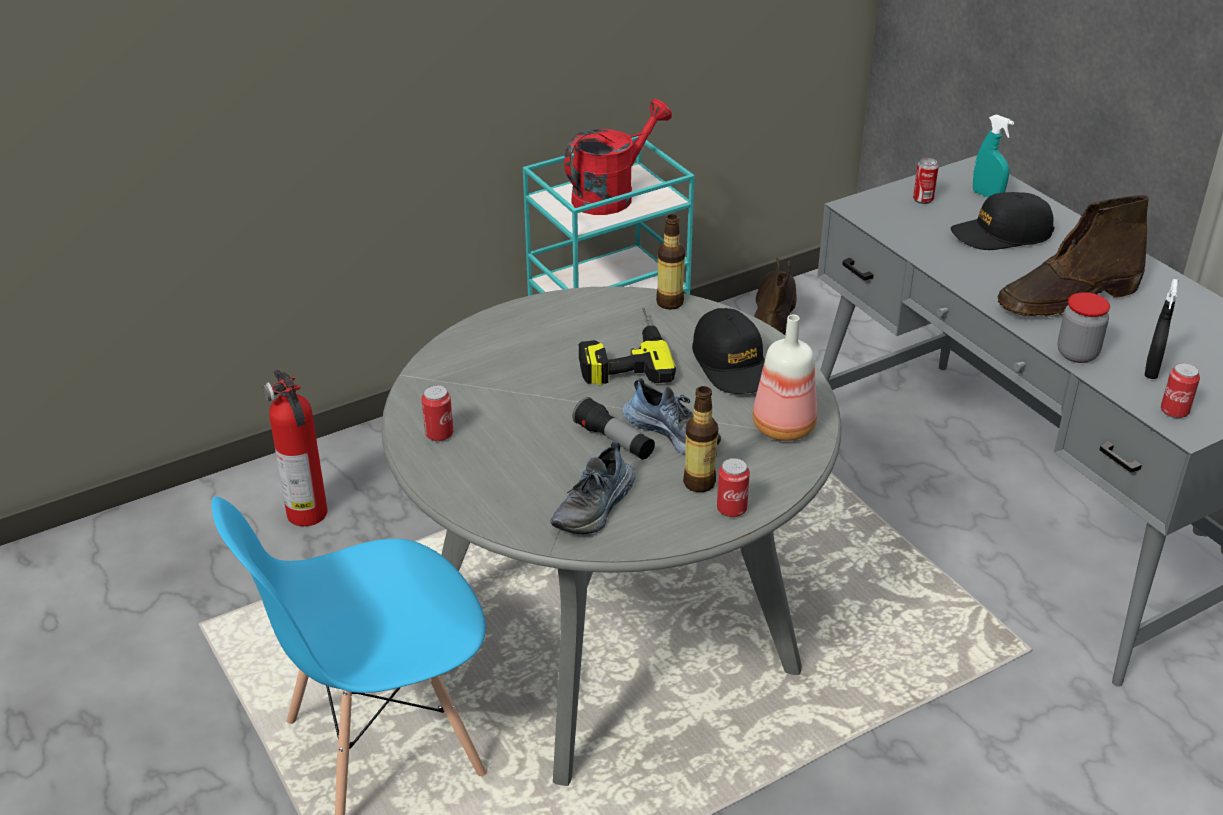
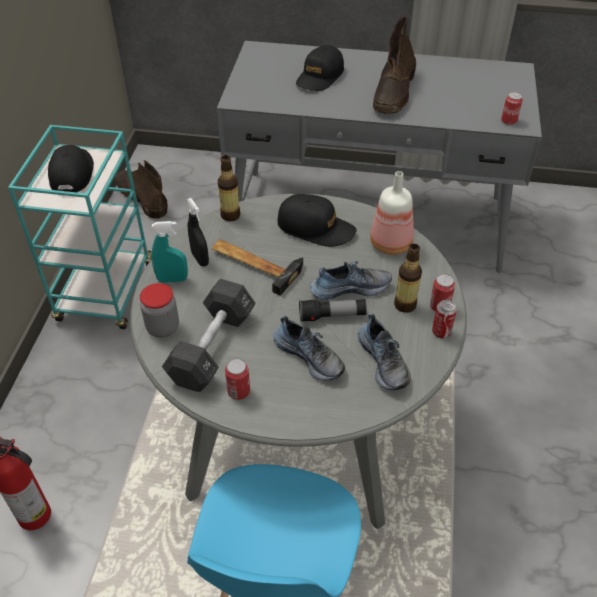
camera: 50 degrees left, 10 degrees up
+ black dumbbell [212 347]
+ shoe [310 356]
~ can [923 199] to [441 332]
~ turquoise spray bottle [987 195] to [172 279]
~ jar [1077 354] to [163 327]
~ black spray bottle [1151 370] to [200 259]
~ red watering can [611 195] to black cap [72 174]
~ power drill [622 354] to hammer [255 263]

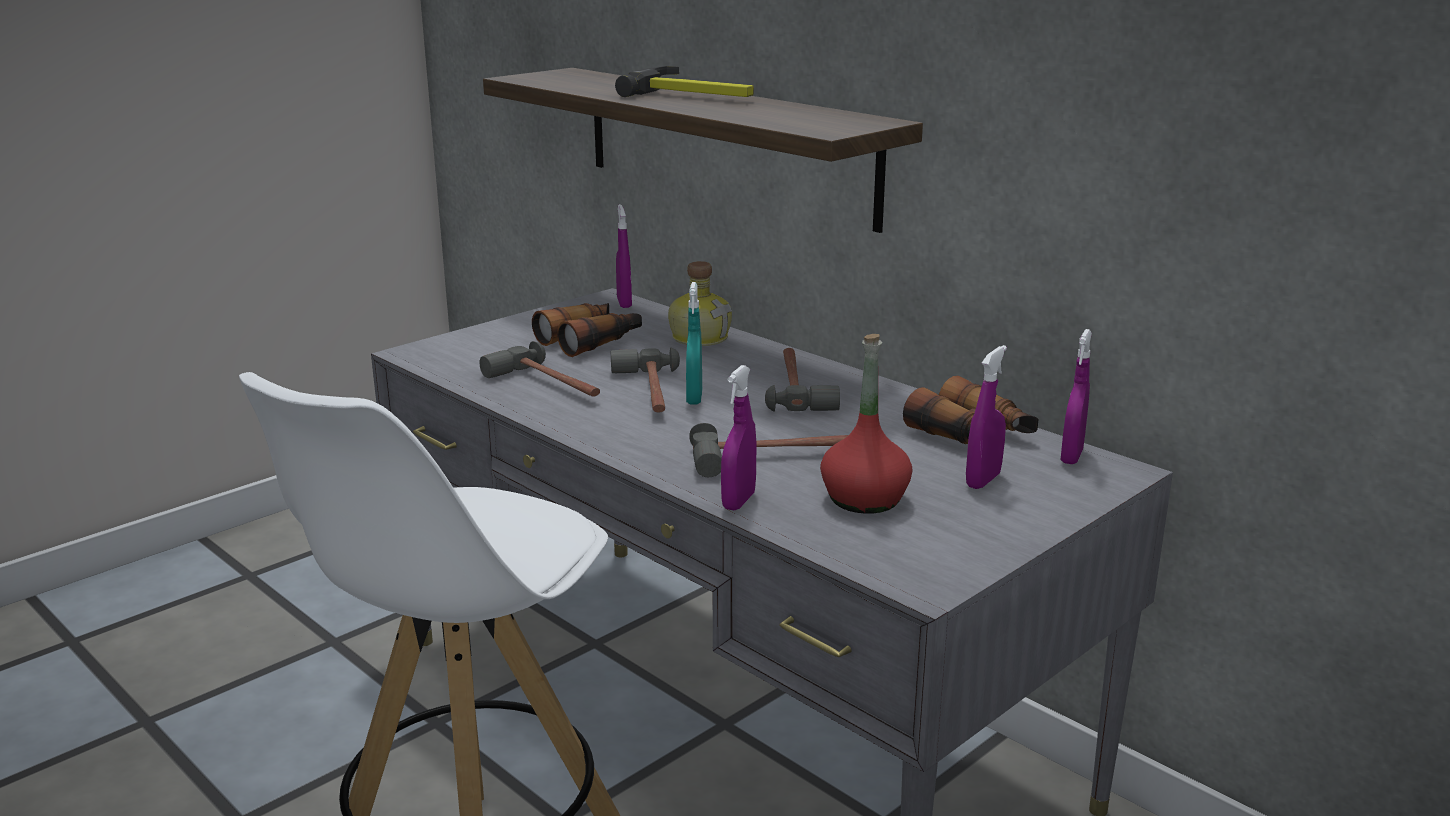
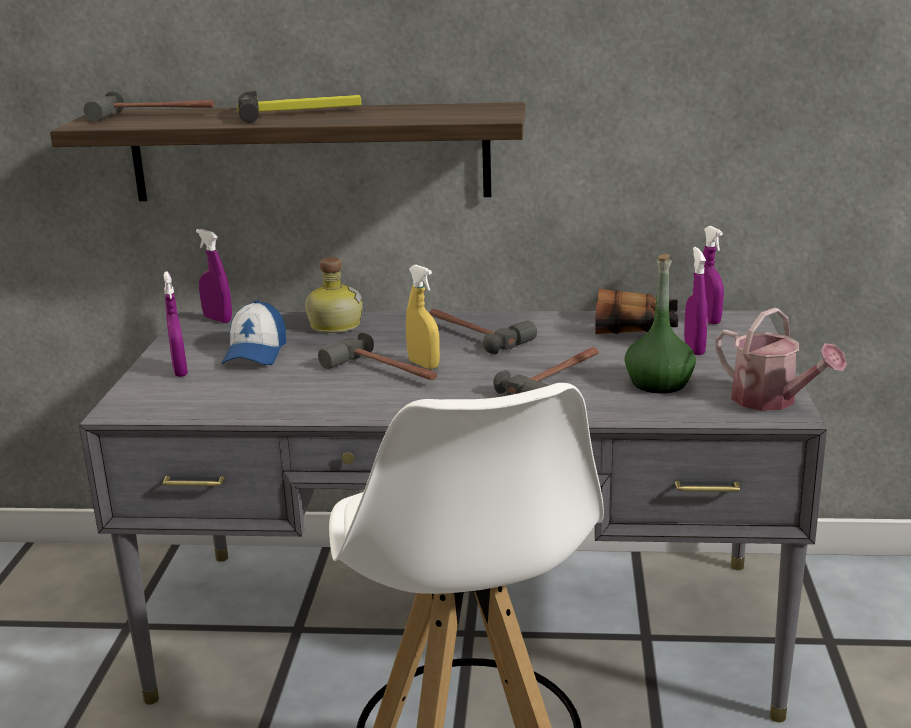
camera: 40 degrees left, 0 degrees up
+ watering can [771 400]
~ hammer [548 385] to [154 116]
~ purple spray bottle [738 501] to [180 371]
~ binoculars [591 340] to cap [255 353]
~ turquoise spray bottle [694 398] to yellow spray bottle [423 364]
~ red bottle [864 499] to green bottle [659 383]

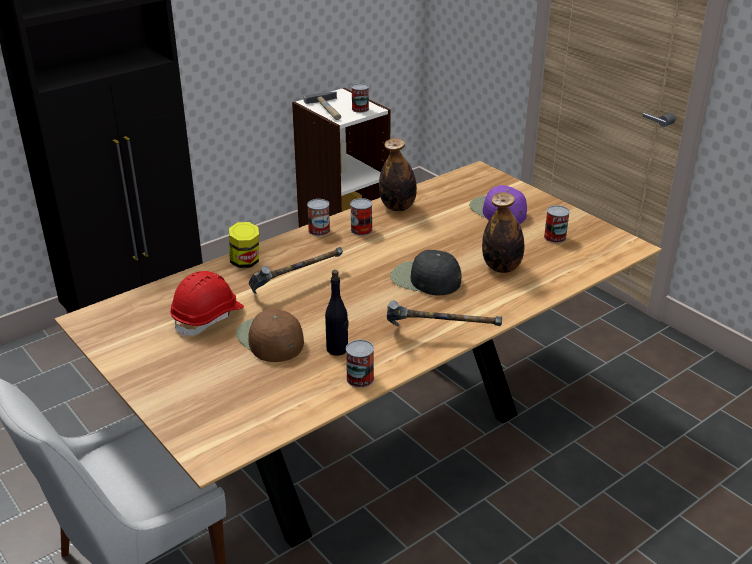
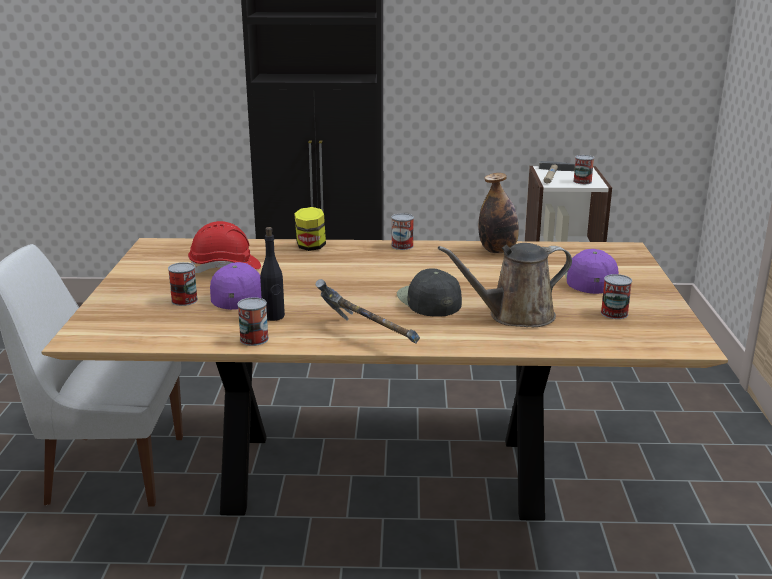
camera: 40 degrees right, 10 degrees down
- hammer [296 286]
~ can [361 230] to [184 300]
~ bottle [501 267] to brown watering can [515 316]
~ brown cap [269 339] to purple cap [240 293]

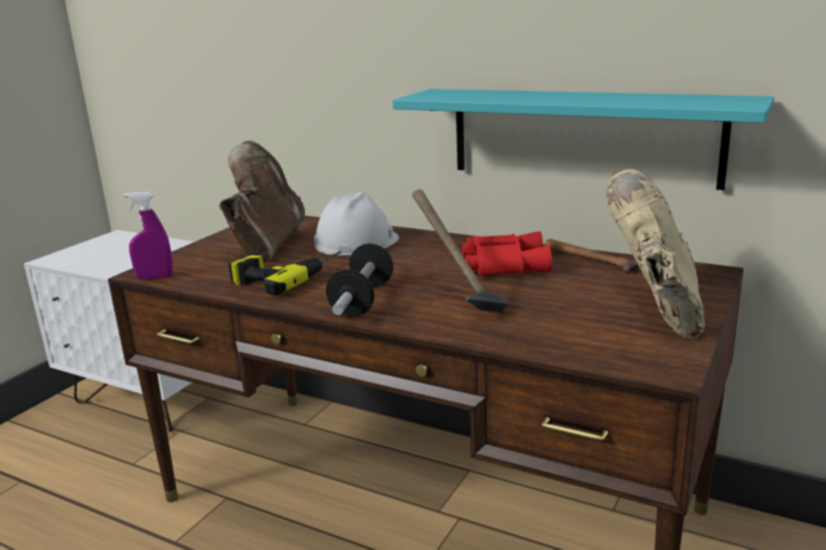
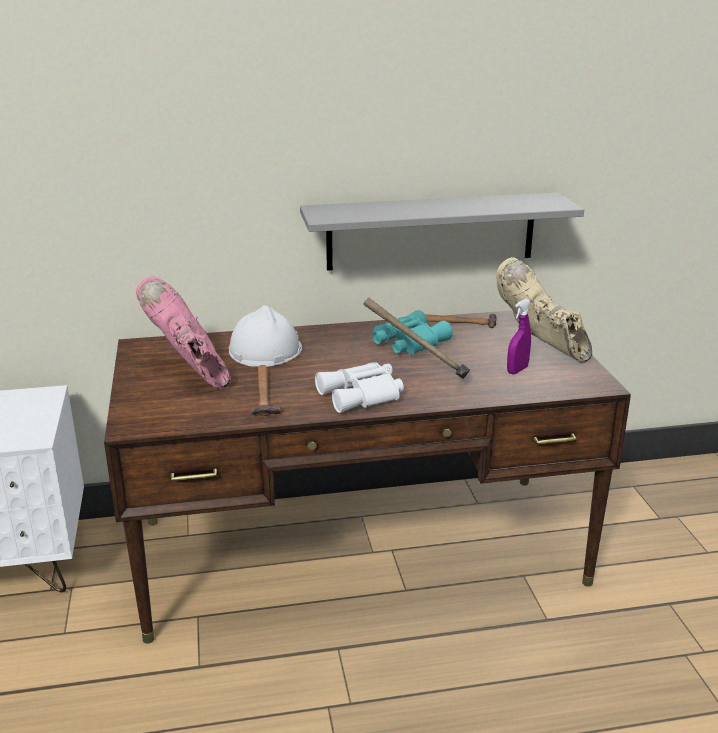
camera: 40 degrees left, 5 degrees up
~ purple spray bottle [155 277] to [517 370]
~ power drill [286 274] to hammer [264 393]
~ dumbbell [362 300] to white binoculars [362 395]
~ brown boot [266 245] to pink boot [191 372]
~ turquoise shelf [582 136] to grey shelf [431 231]
~ red binoculars [503 265] to turquoise binoculars [408 342]

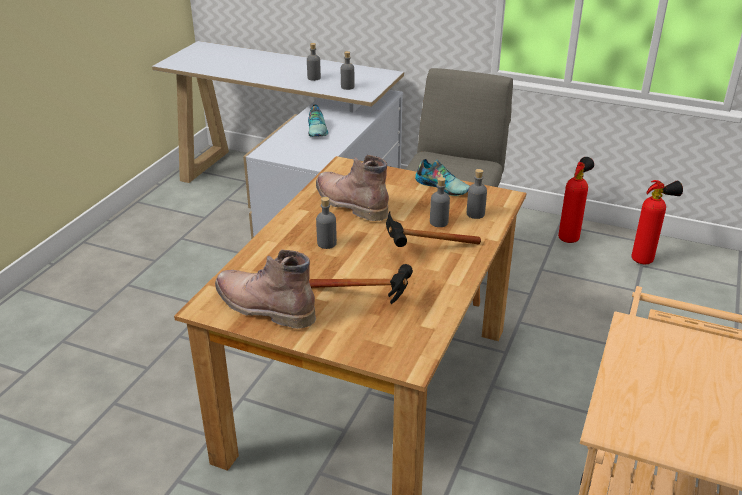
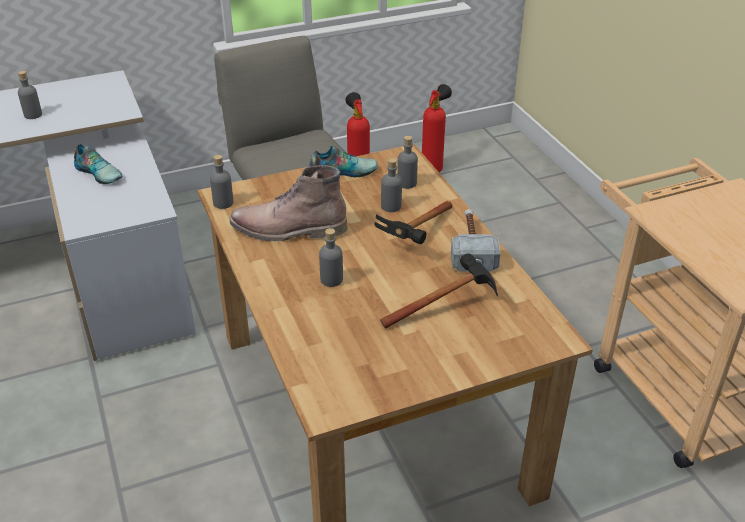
camera: 45 degrees left, 5 degrees up
- brown boot [262 306]
+ hammer [471 247]
~ grey bottle [347 87] to [223 203]

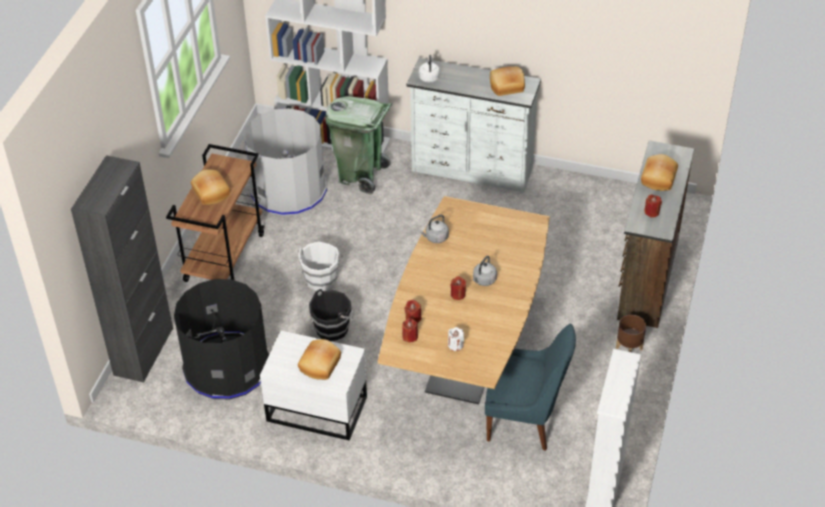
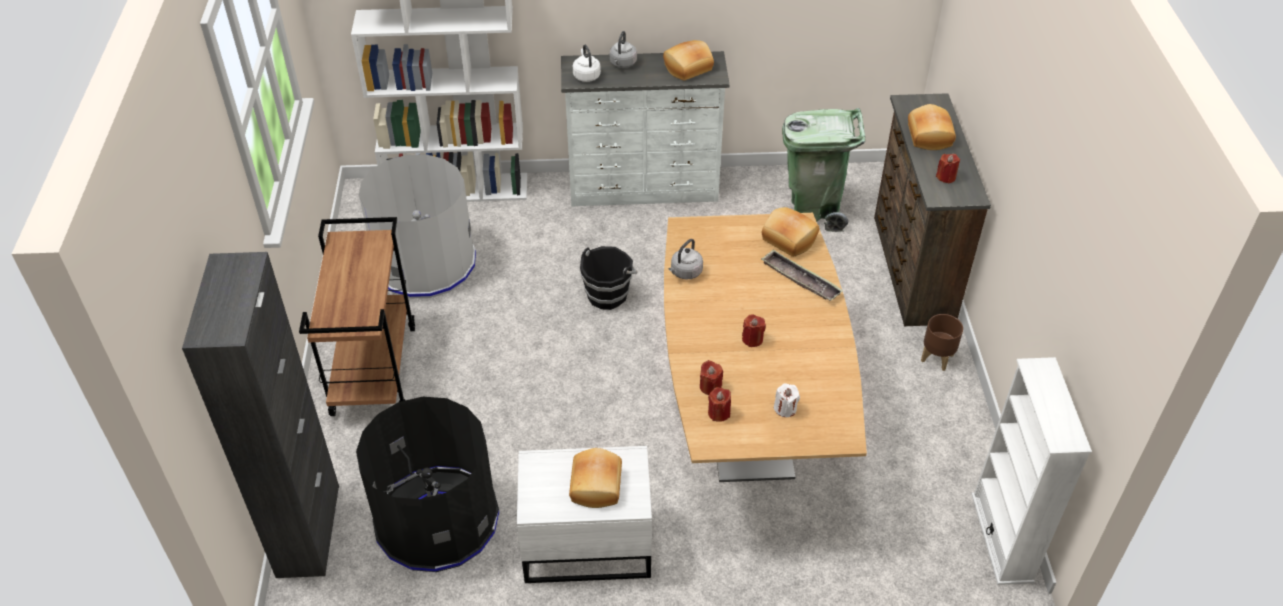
camera: 20 degrees left, 0 degrees up
- white bucket [321 279]
- blue chair [525 420]
+ tray [800 279]
~ bread [210 193] to [788 240]
~ black bucket [332 328] to [608 294]
~ green trash can [361 175] to [814 212]
~ grey kettle [483 280] to [622 64]

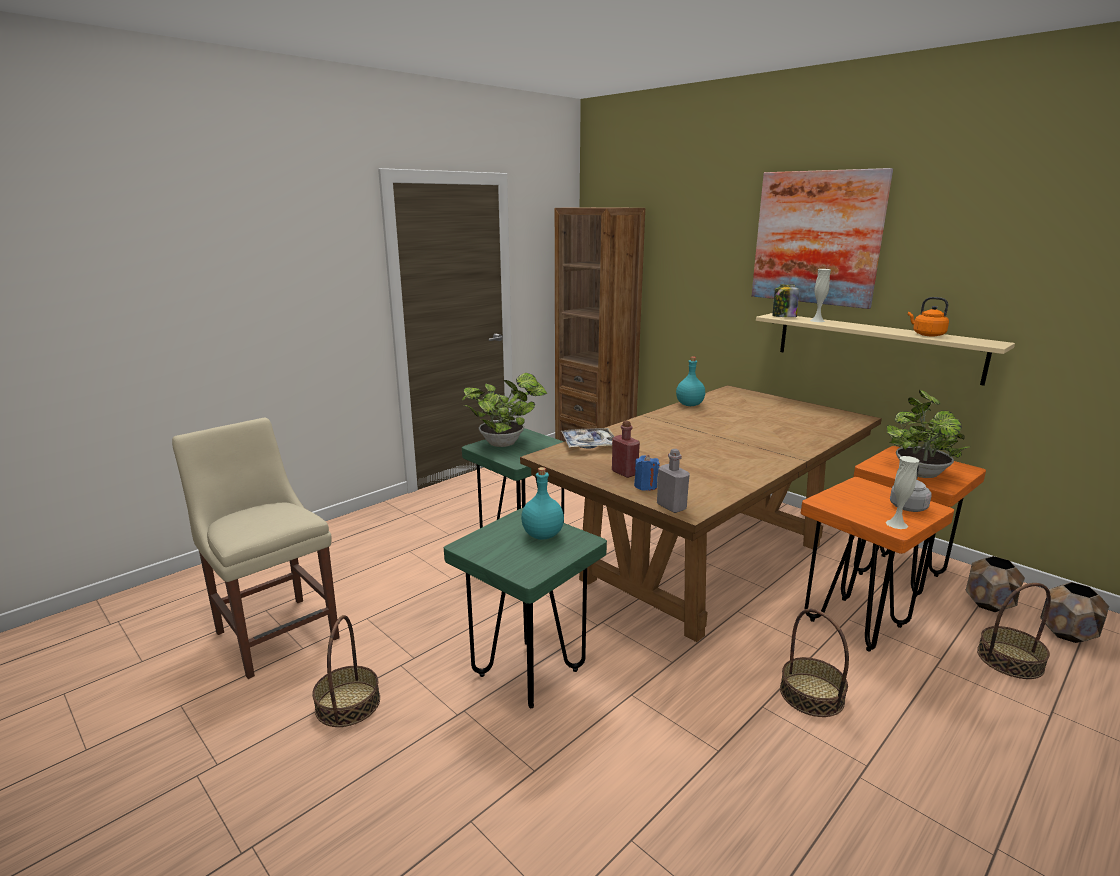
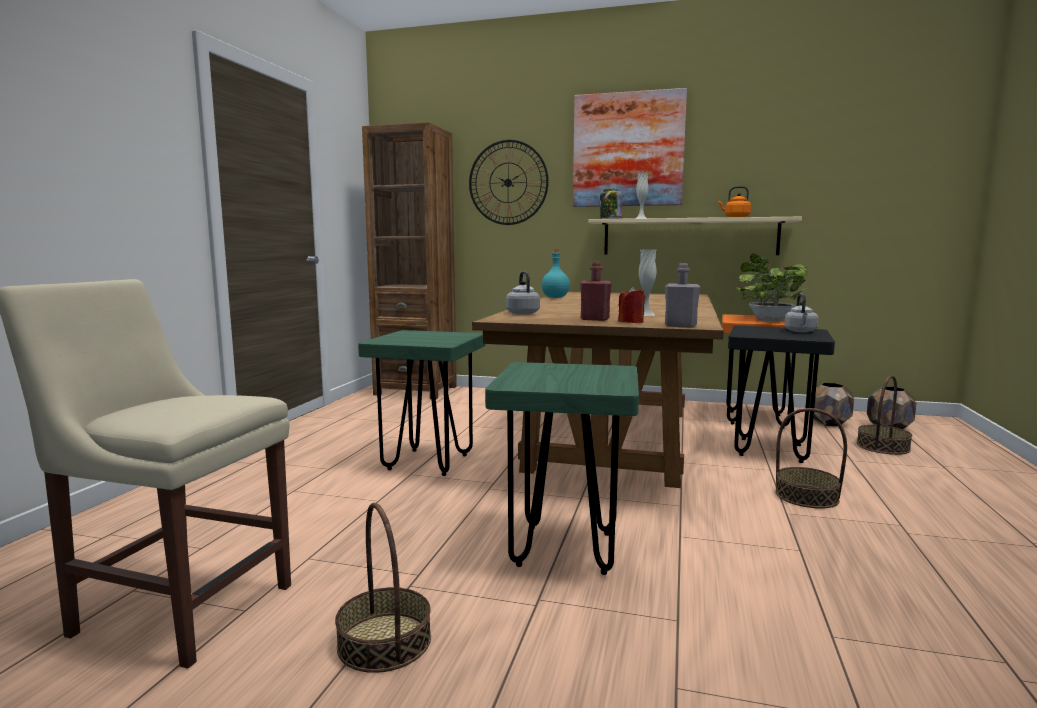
camera: 30 degrees left, 10 degrees down
- potted plant [505 443]
- turquoise bottle [542 535]
+ wall clock [508 182]
~ white vase [896 524] to [645 314]
~ tray [589 444] to grey kettle [522 313]
~ blue candle [645 486] to red candle [631 322]
~ orange stool [855 623] to black stool [771 450]

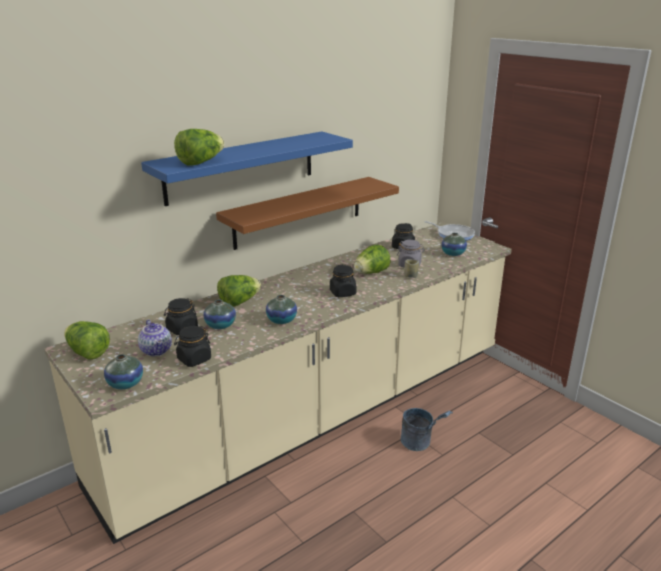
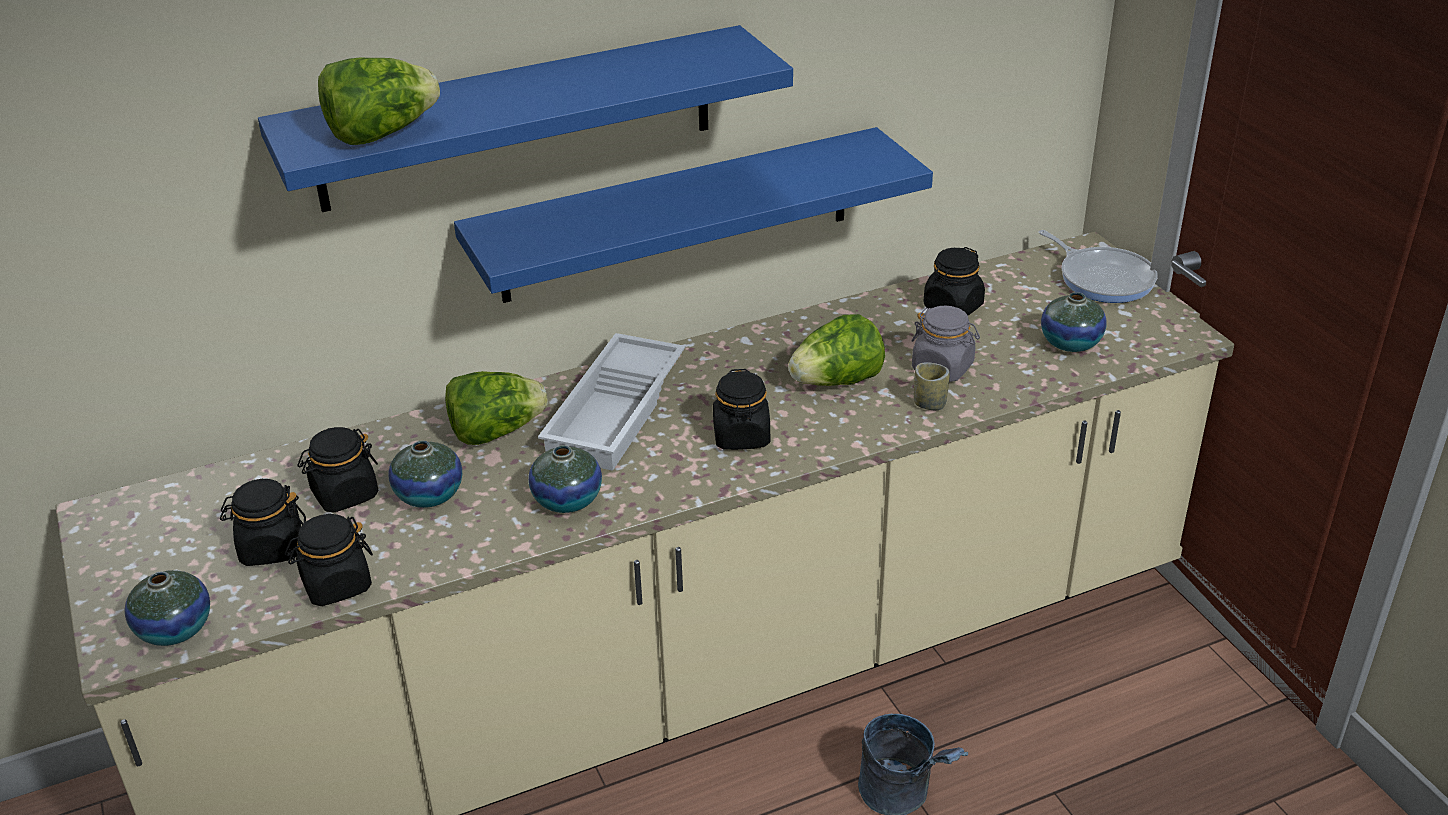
camera: 15 degrees right, 10 degrees up
- lettuce [88 353]
+ white tray [618 412]
~ teapot [157 351] to black jar [271 548]
~ brown shelf [299 212] to blue shelf [677 215]

